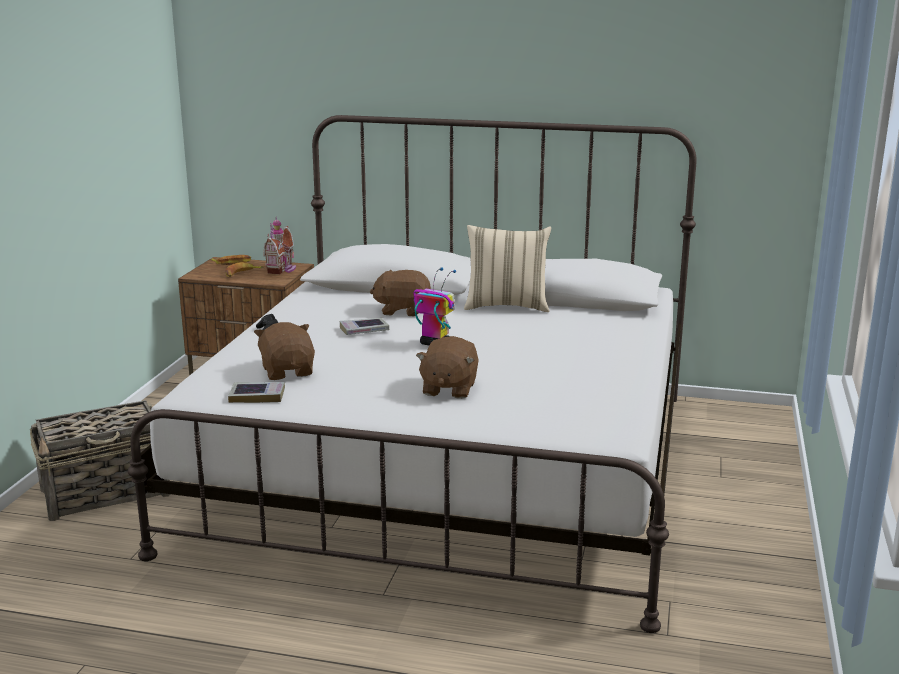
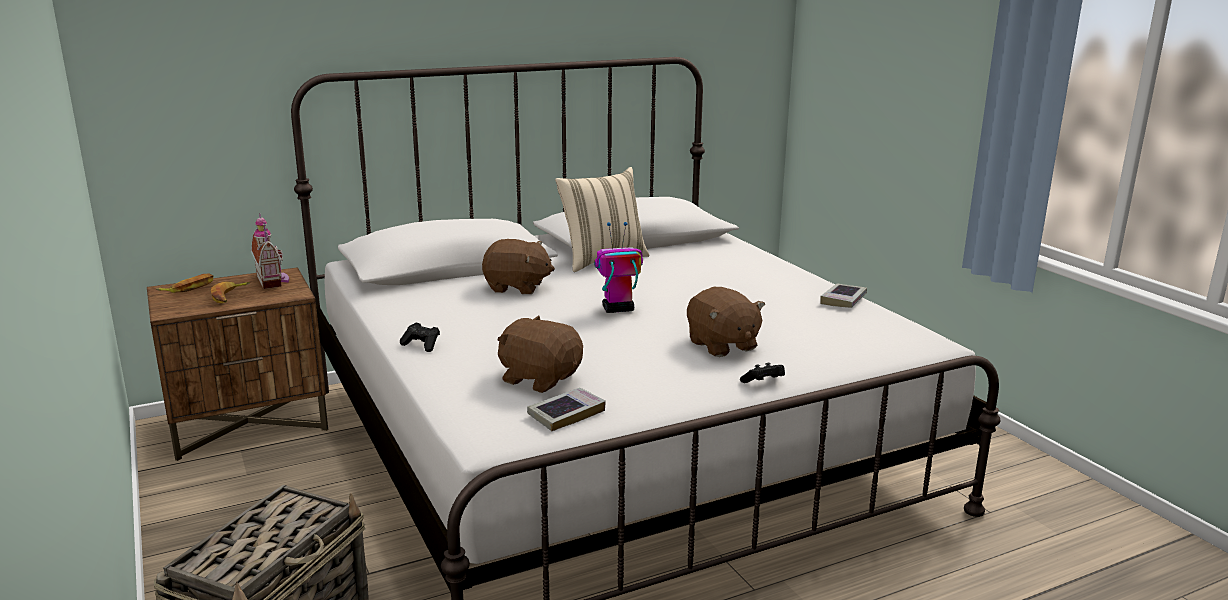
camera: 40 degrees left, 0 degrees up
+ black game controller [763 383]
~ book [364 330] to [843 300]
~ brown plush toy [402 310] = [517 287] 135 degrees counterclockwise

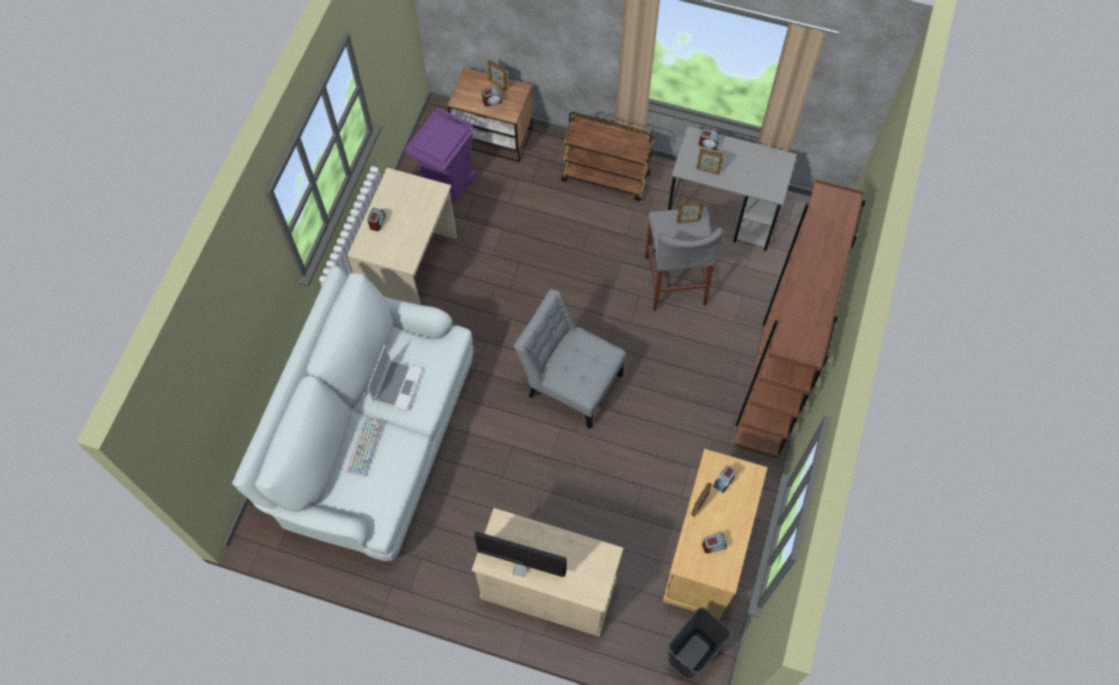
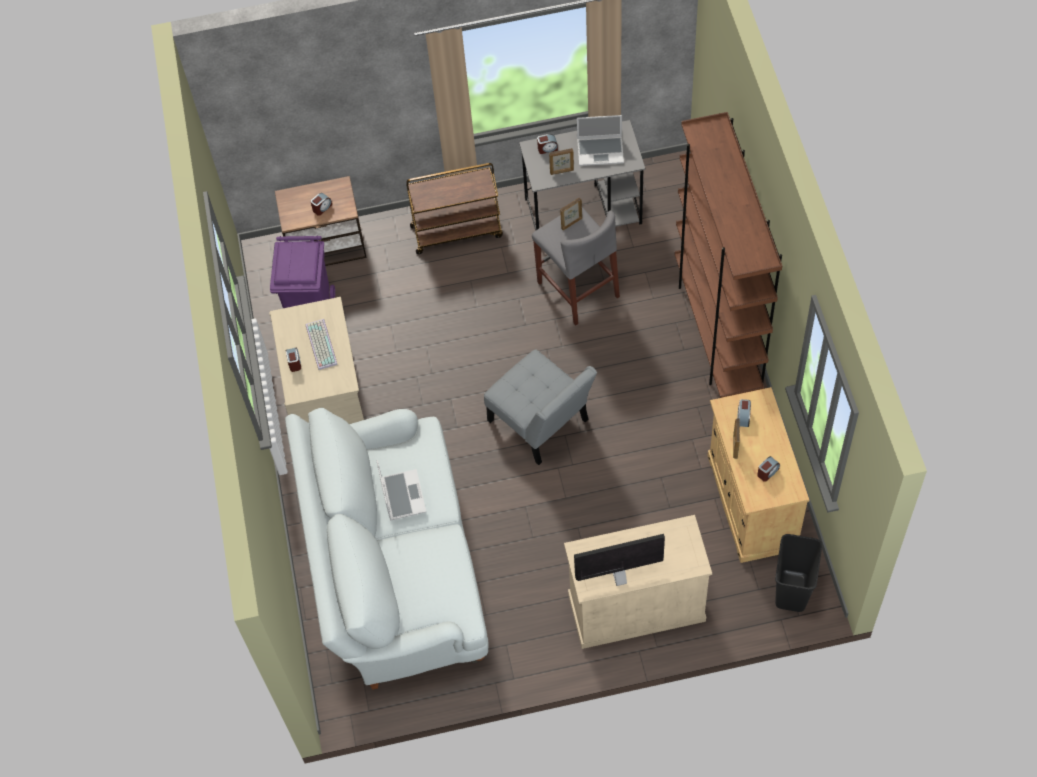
camera: 25 degrees left, 5 degrees down
- picture frame [498 85]
+ laptop [601 151]
~ keyboard [363 446] to [320 344]
~ grey chair [571 382] = [541 424] 135 degrees counterclockwise

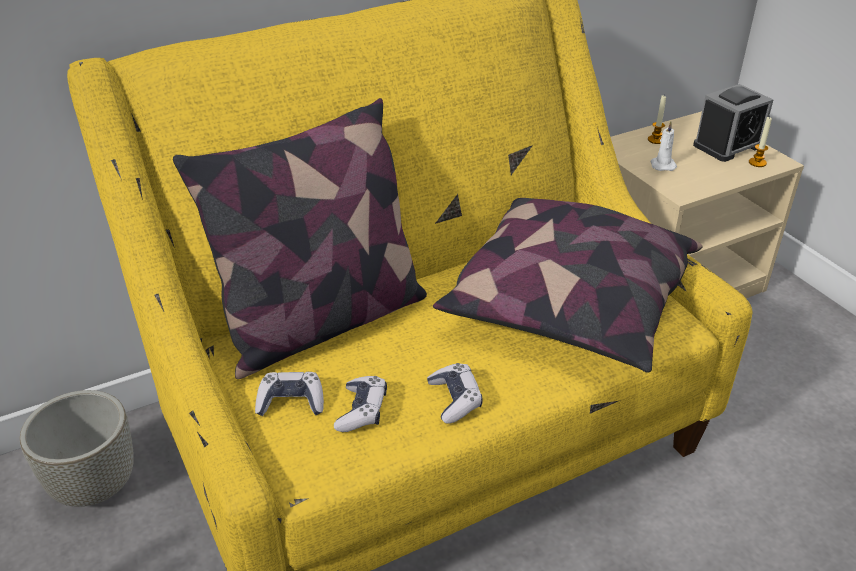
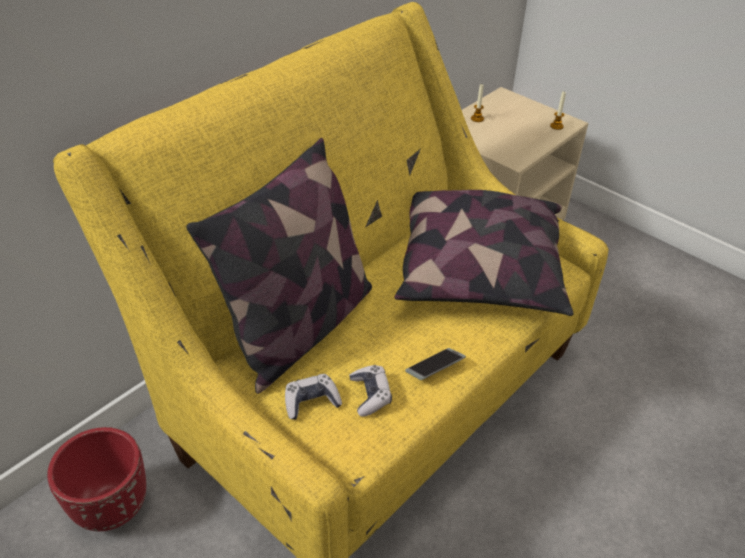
camera: 20 degrees left, 5 degrees up
- white candle [662 165]
- alarm clock [727 146]
~ game controller [455 399] to phone [434 368]
~ grey planter [94 487] to red planter [111 508]

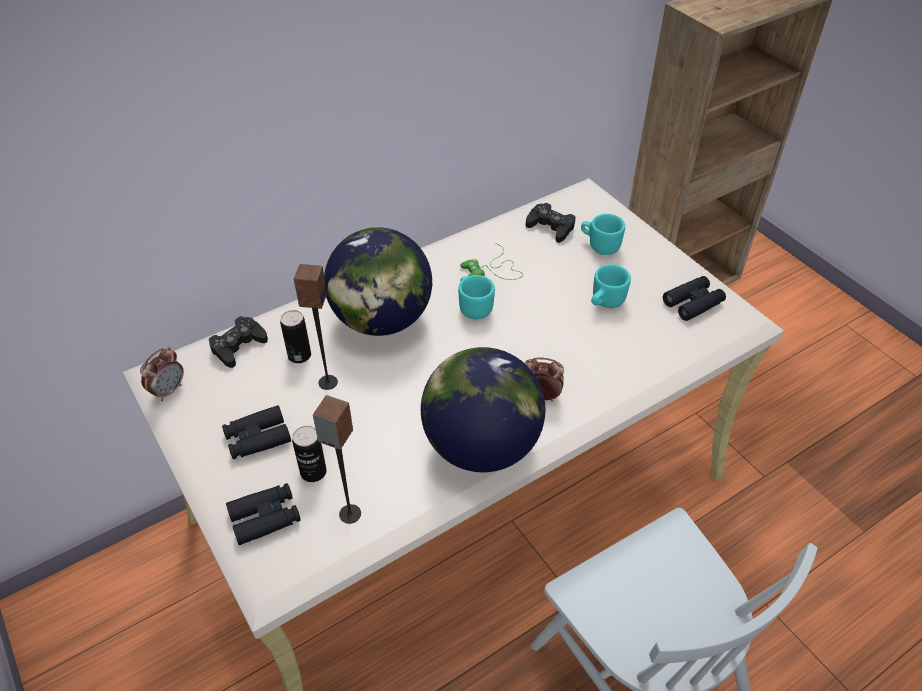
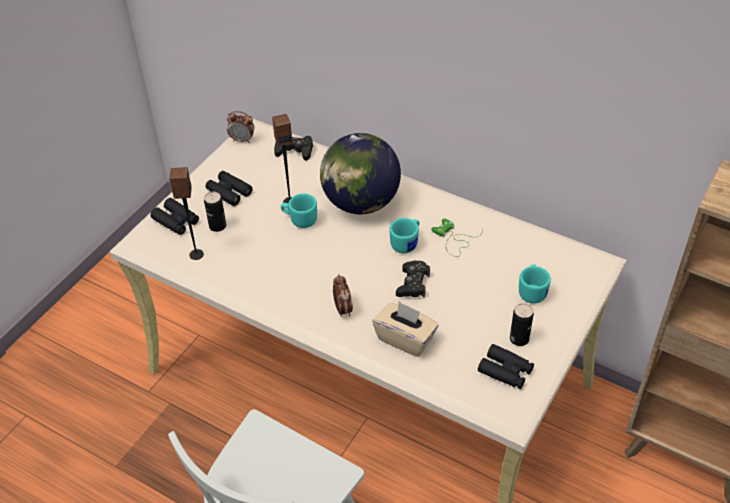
camera: 65 degrees right, 0 degrees up
- globe [481 447]
+ beige tissue box [405 338]
~ can [299 355] to [519 339]
~ black game controller [550 227] to [413 284]
~ turquoise mug [604 302] to [300 220]

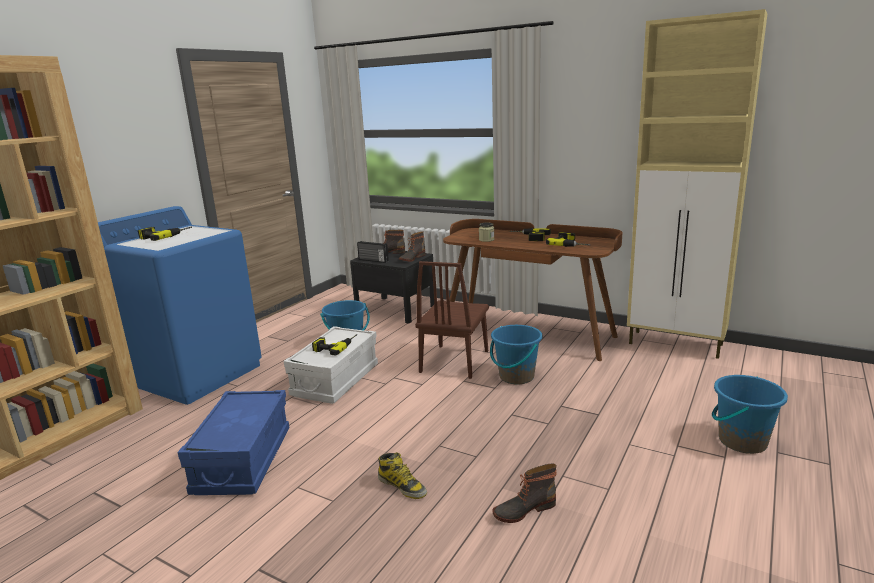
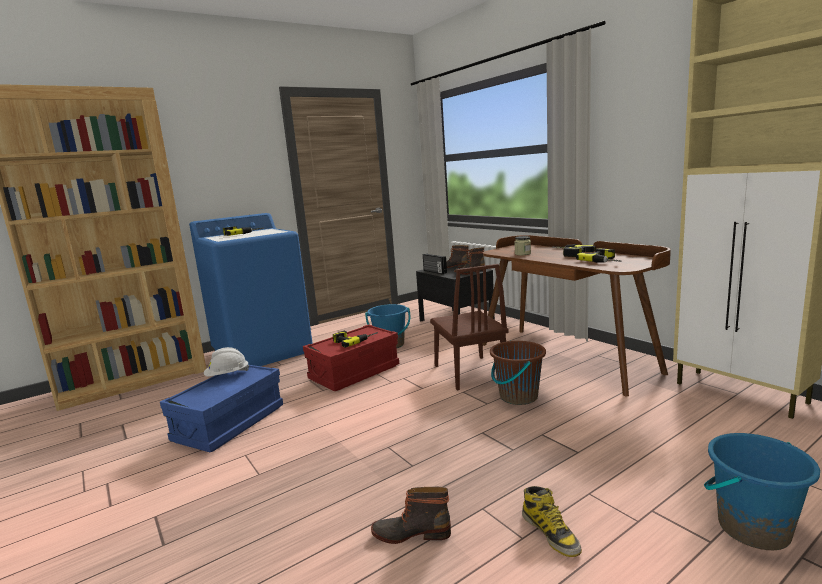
camera: 25 degrees right, 5 degrees down
+ white hard hat [227 376]
~ boot [402 486] to [550 533]
~ white storage box [336 380] to red storage box [354 372]
~ blue bucket [516 377] to brown bucket [518 397]
~ brown chair [454 361] = [470 372] 60 degrees counterclockwise

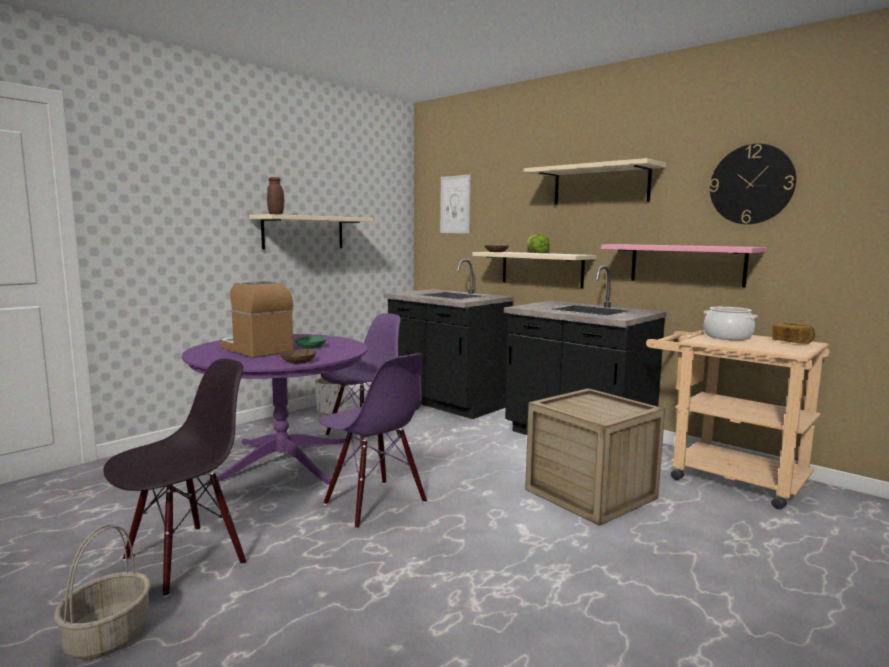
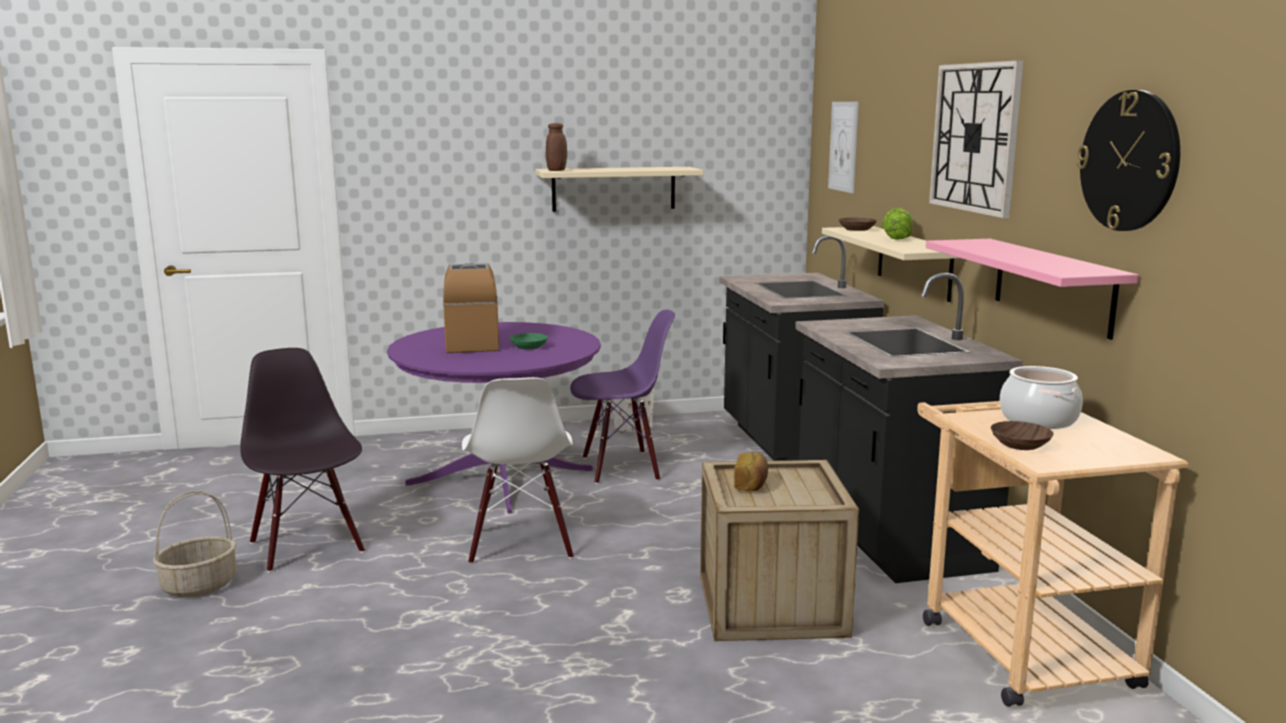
camera: 35 degrees right, 5 degrees up
~ brown bowl [298 362] to [1019 445]
~ bread [792 342] to [751 485]
~ beige shelf [600 185] to wall clock [975 137]
~ purple chair [374 503] to white chair [520 544]
~ black chair [185 559] = [309 546] 105 degrees counterclockwise

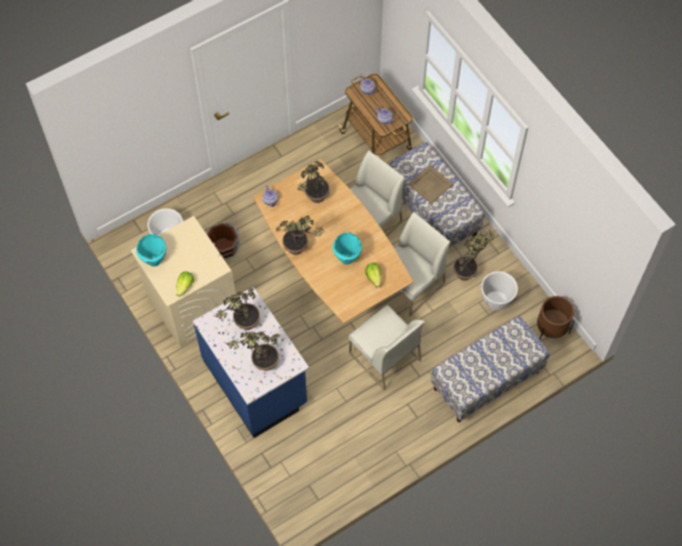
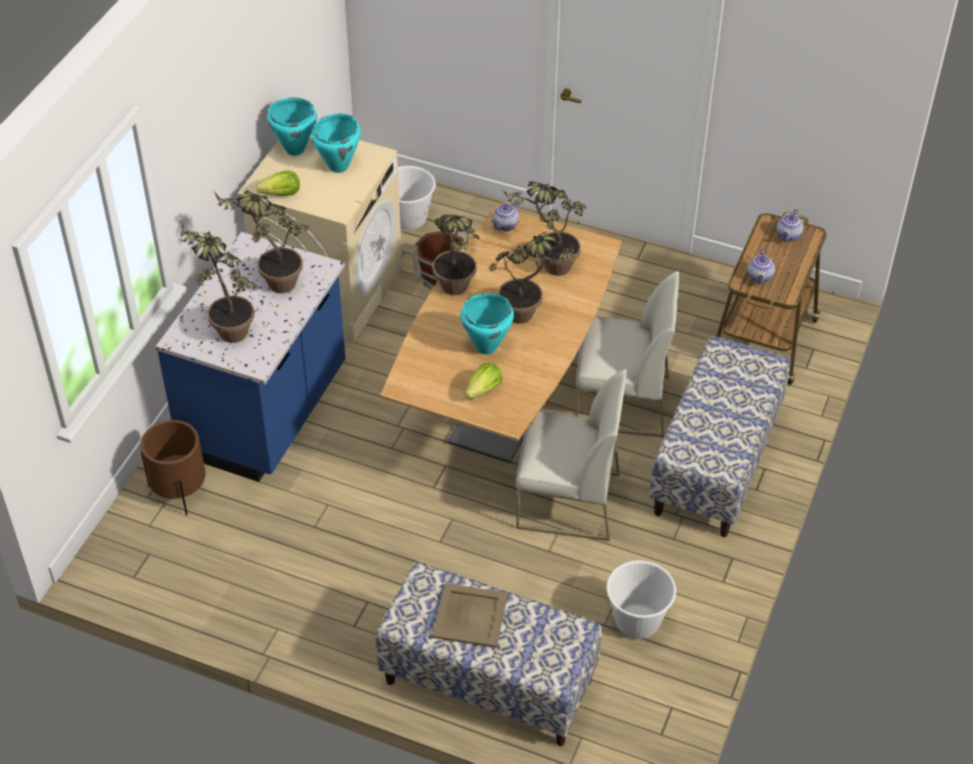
camera: 55 degrees right, 15 degrees down
- white chair [384 356]
+ turquoise cooking pot [339 166]
~ beige tray [430 184] to [469 615]
~ potted plant [469 271] to [529 317]
~ brown planter [551 329] to [179 491]

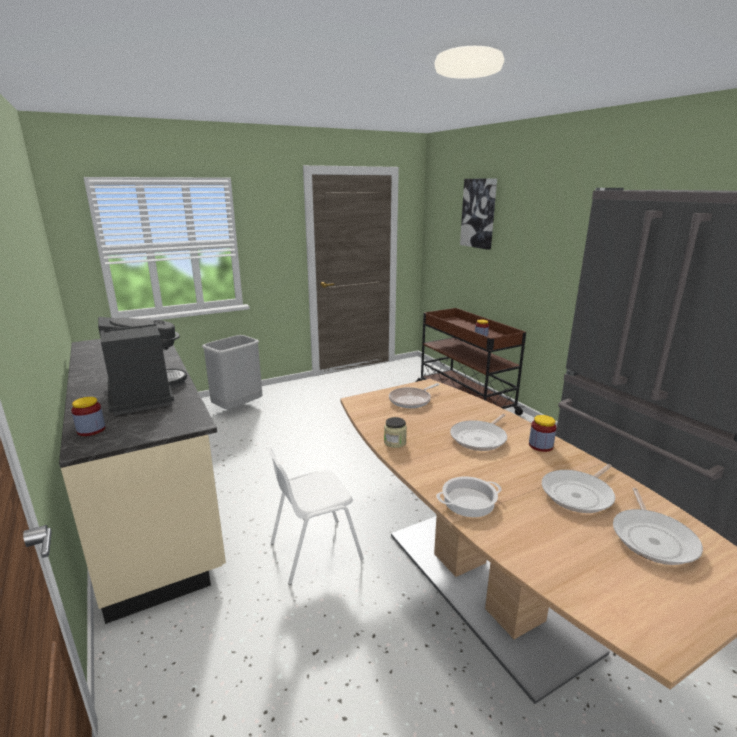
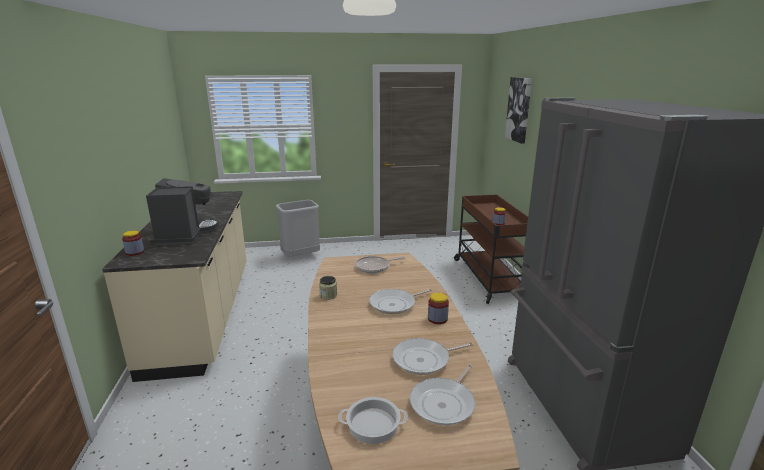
camera: 20 degrees right, 0 degrees up
- white chair [314 551]
~ cooking pot [469 501] to [373 424]

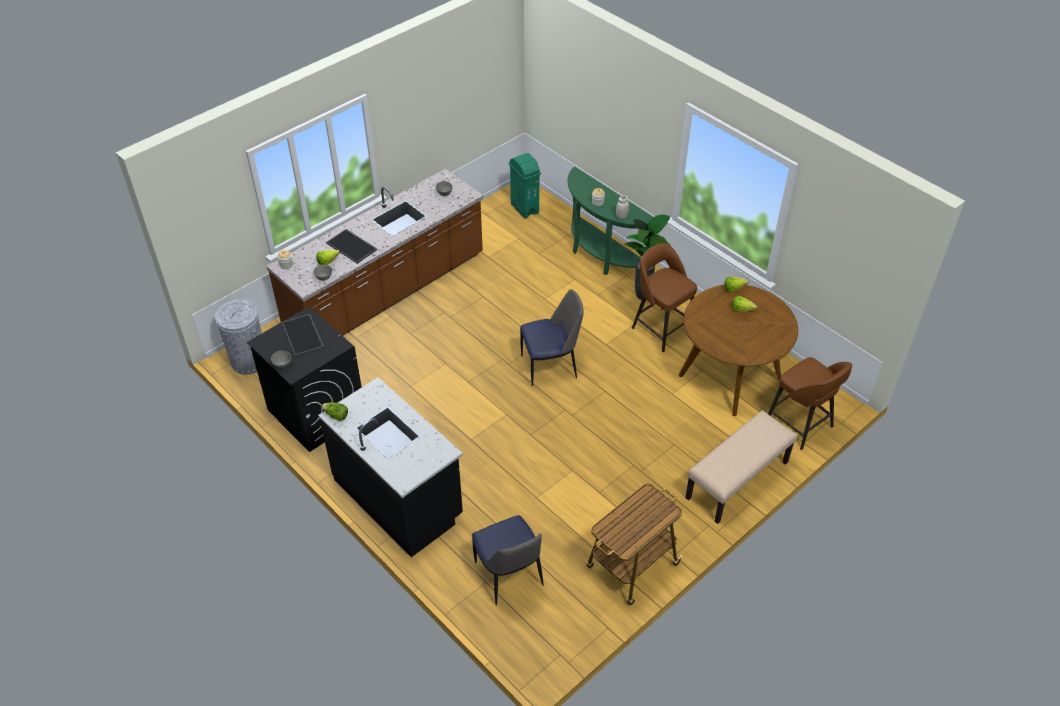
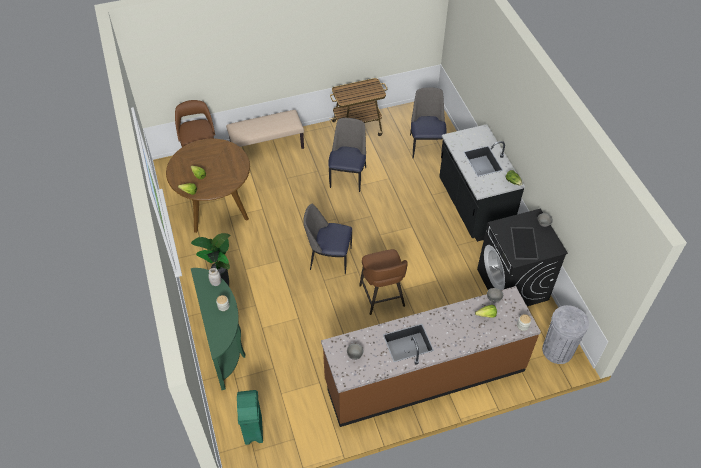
camera: 155 degrees left, 5 degrees up
- tray [352 246]
+ chair [348 176]
~ brown stool [661 328] to [382 297]

